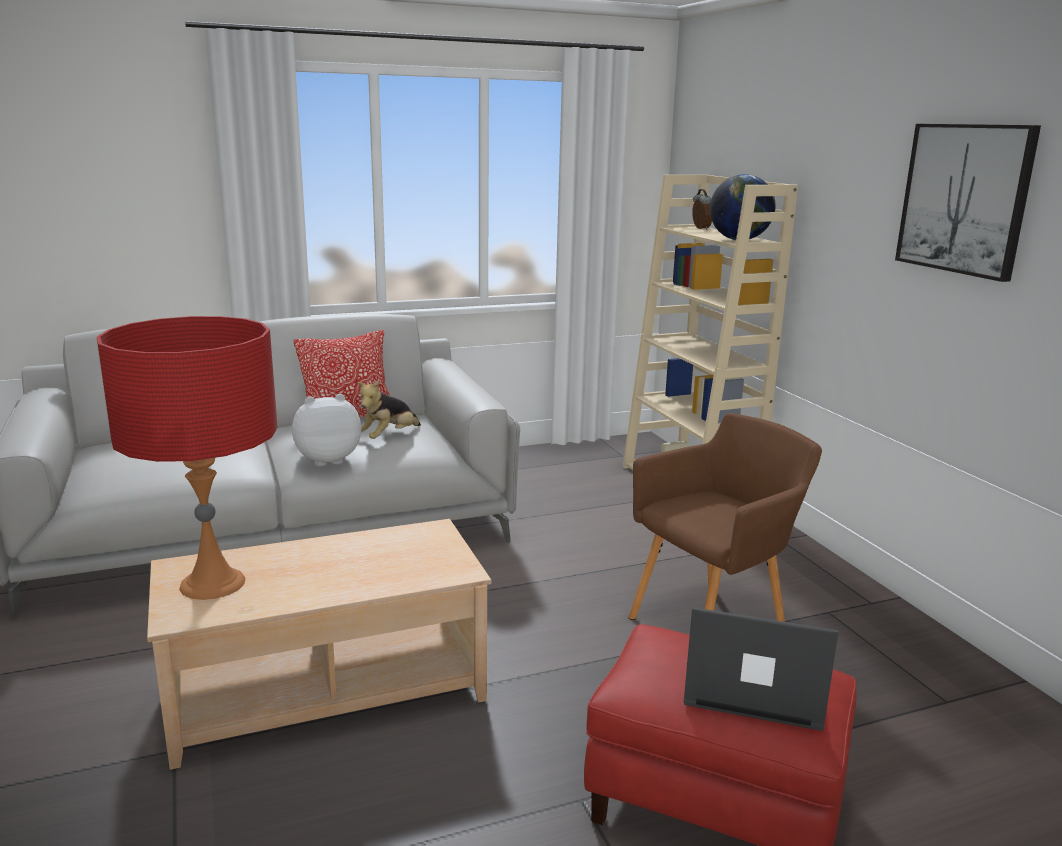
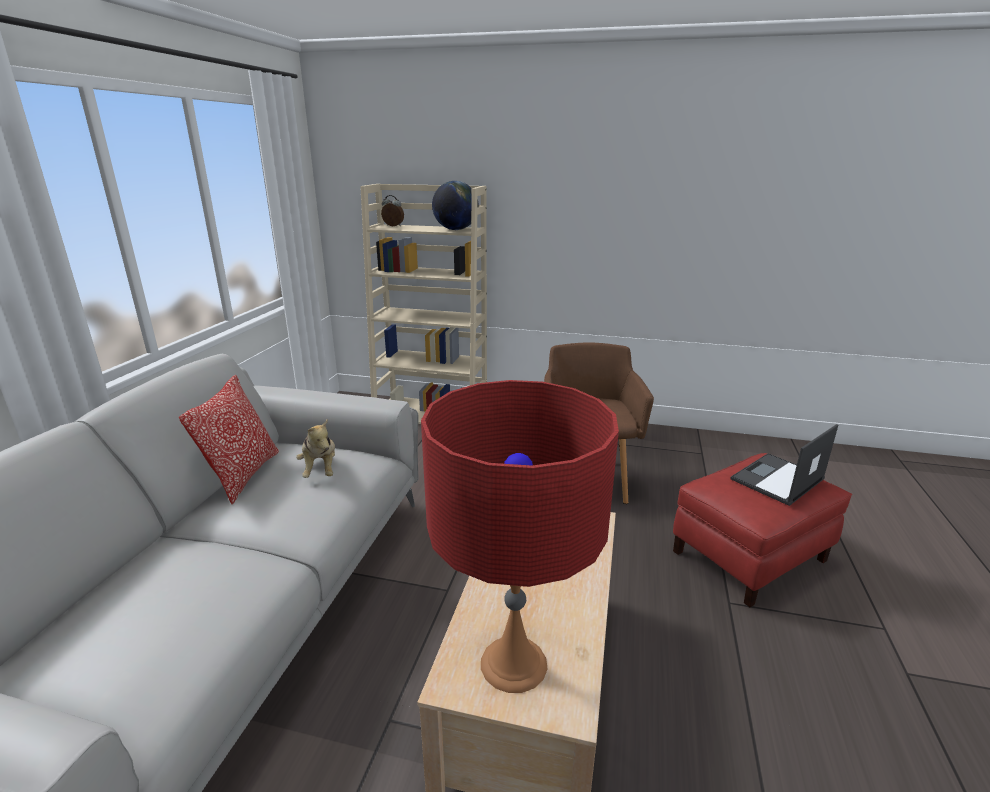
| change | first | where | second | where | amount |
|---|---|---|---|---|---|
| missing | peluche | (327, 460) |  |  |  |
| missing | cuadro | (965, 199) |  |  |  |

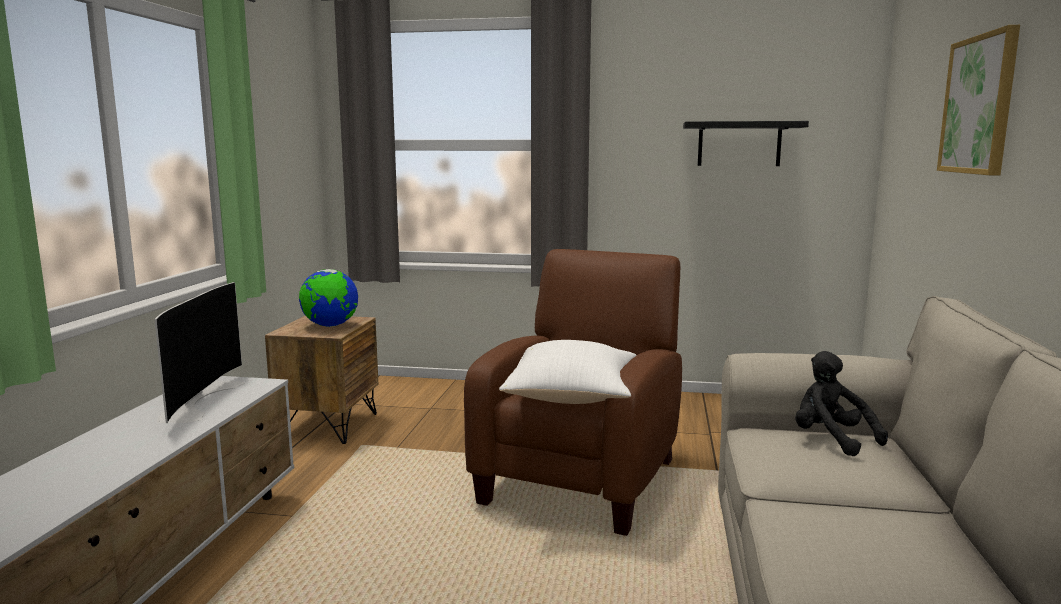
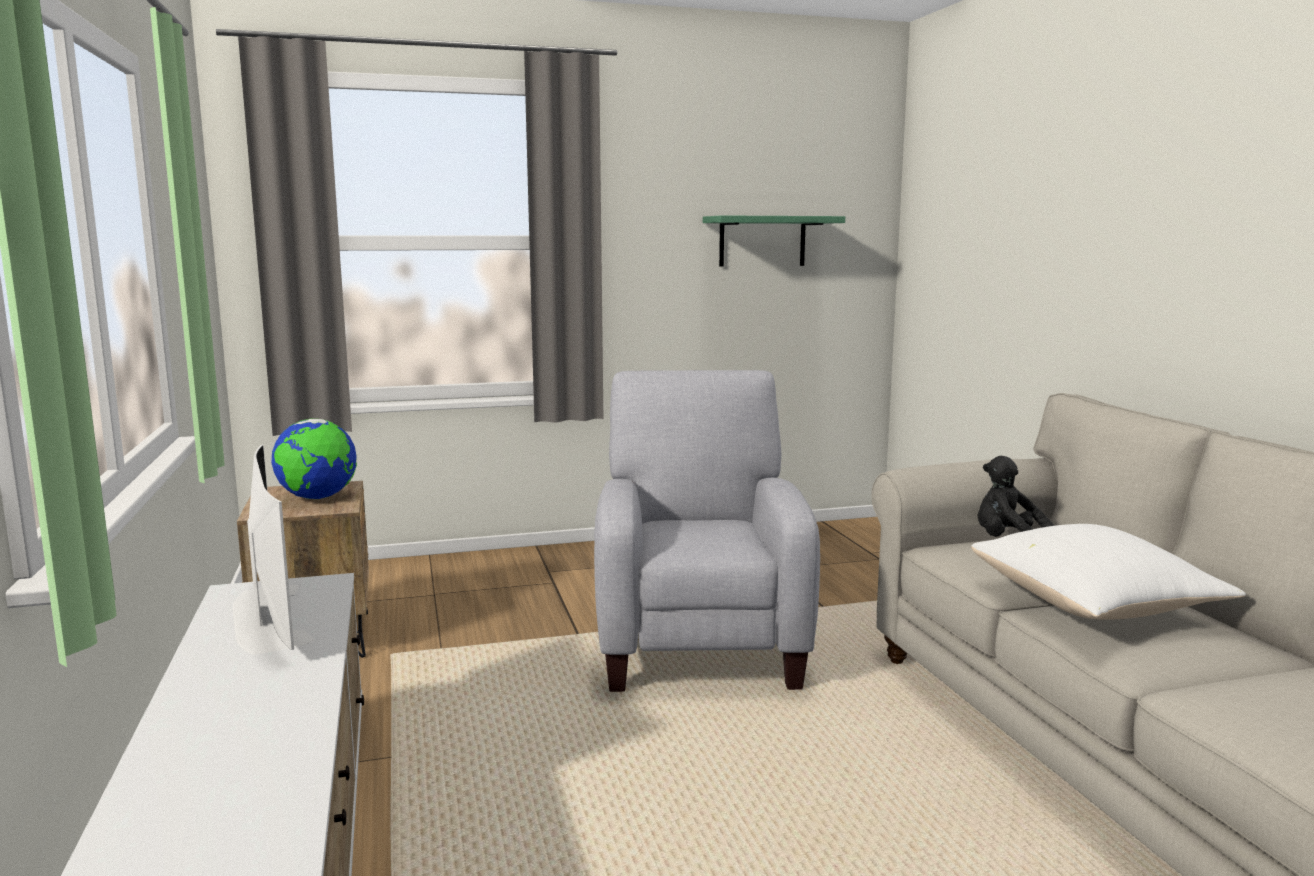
| change | first | where | second | where | amount |
|---|---|---|---|---|---|
| colour | sillón/marrón | (584, 477) | sillón/gris | (698, 639) |  |
| colour | estante/negro | (739, 144) | estante/verde | (762, 241) |  |
| relocated | cojín/blanco | (572, 398) |  | (1096, 608) |  |
| missing | cuadro | (979, 105) |  |  |  |

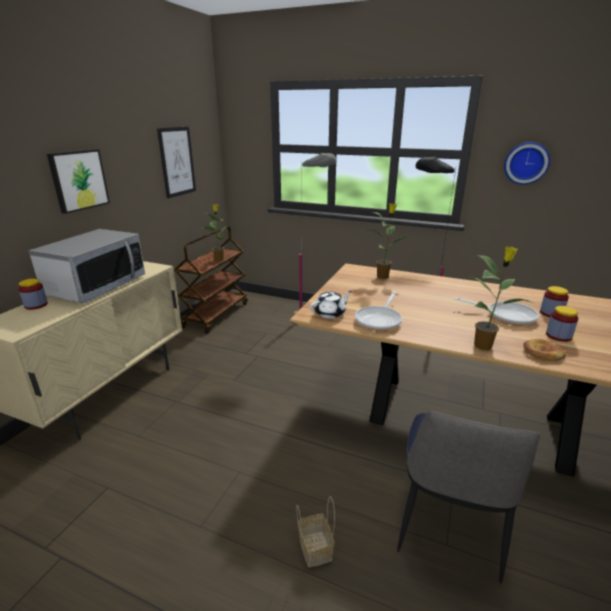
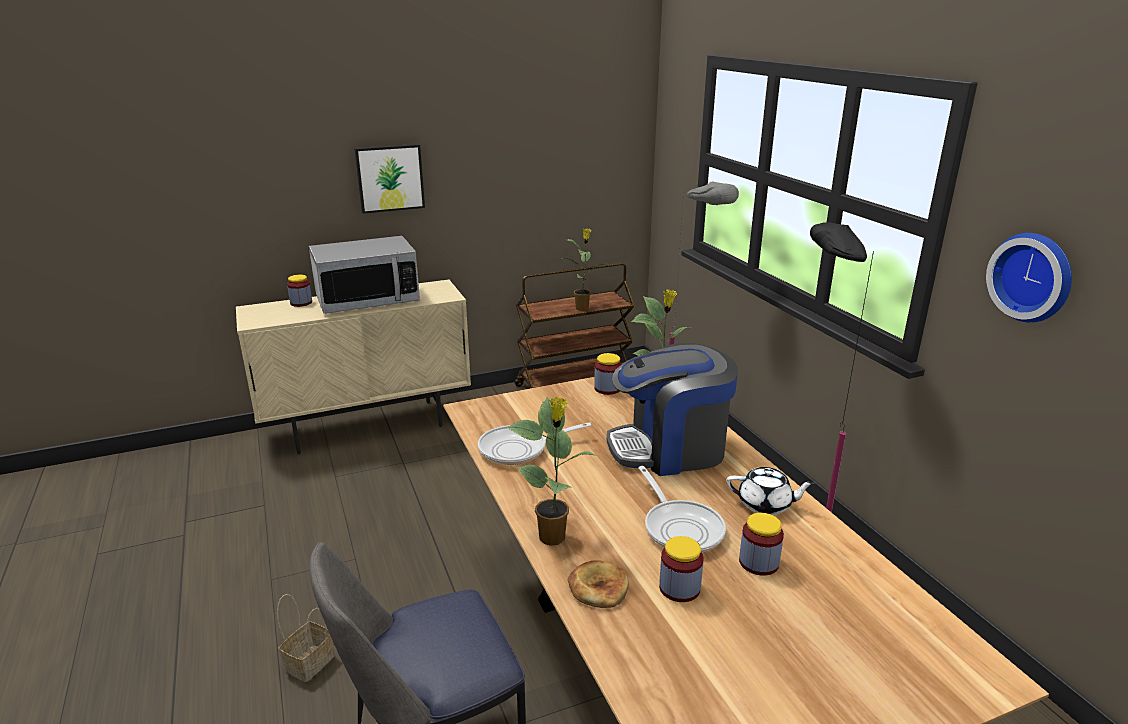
| change | first | where | second | where | amount |
|---|---|---|---|---|---|
| appeared |  |  | tarro | (607, 388) |  |
| appeared |  |  | cafetera | (669, 449) |  |
| relocated | tetera/blanco | (330, 313) |  | (765, 505) |  |
| missing | cuadro | (177, 162) |  |  |  |

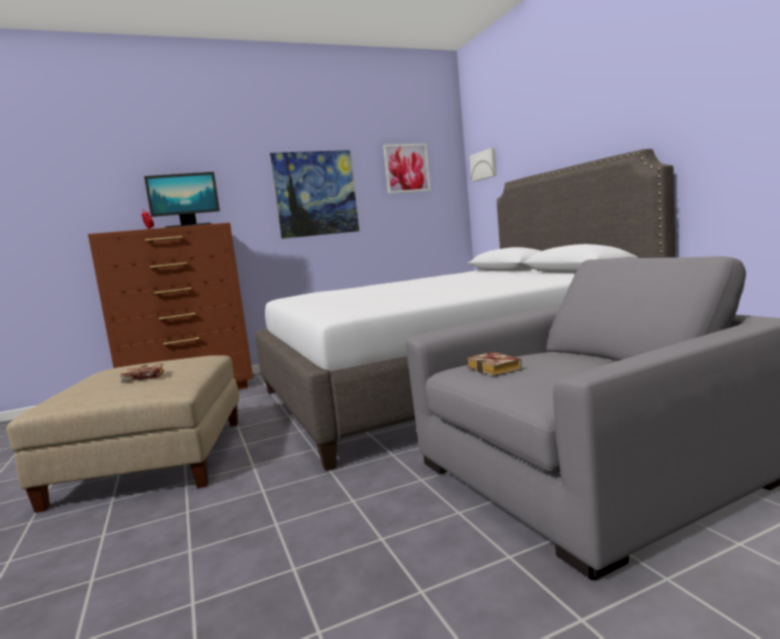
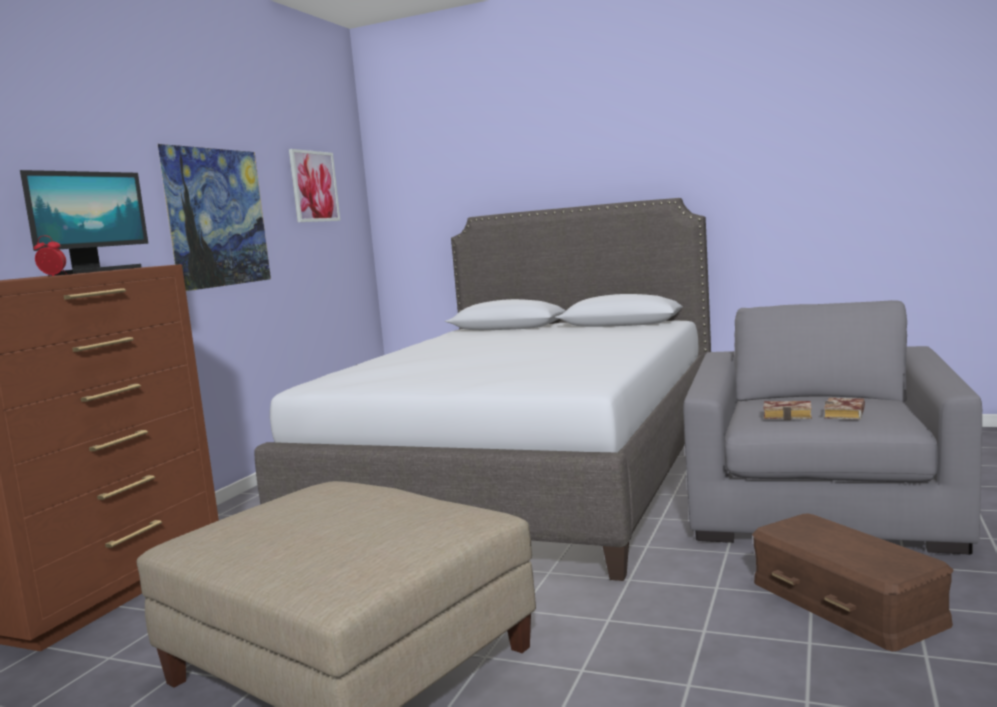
| change | first | where | second | where | amount |
|---|---|---|---|---|---|
| appeared |  |  | caja de almacenaje/marrón | (847, 602) |  |
| relocated | libro | (141, 378) |  | (846, 414) |  |
| missing | cuadro | (484, 165) |  |  |  |

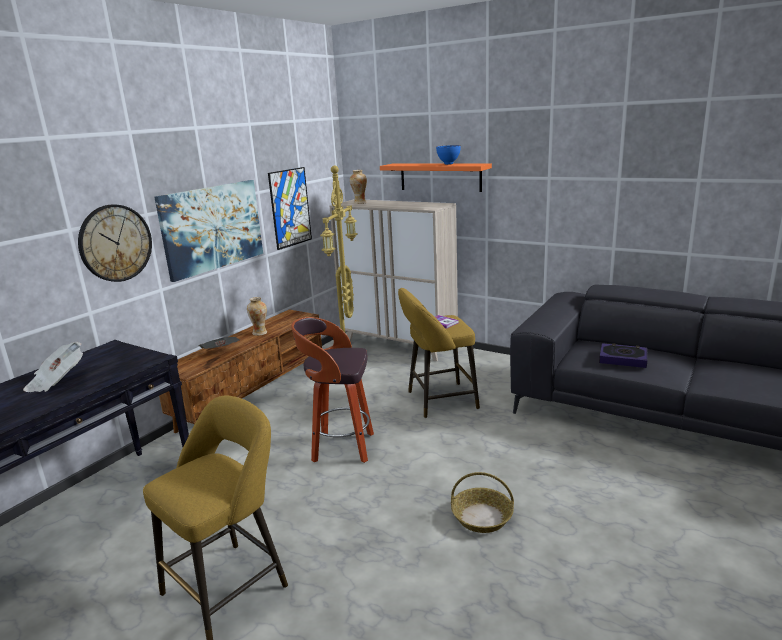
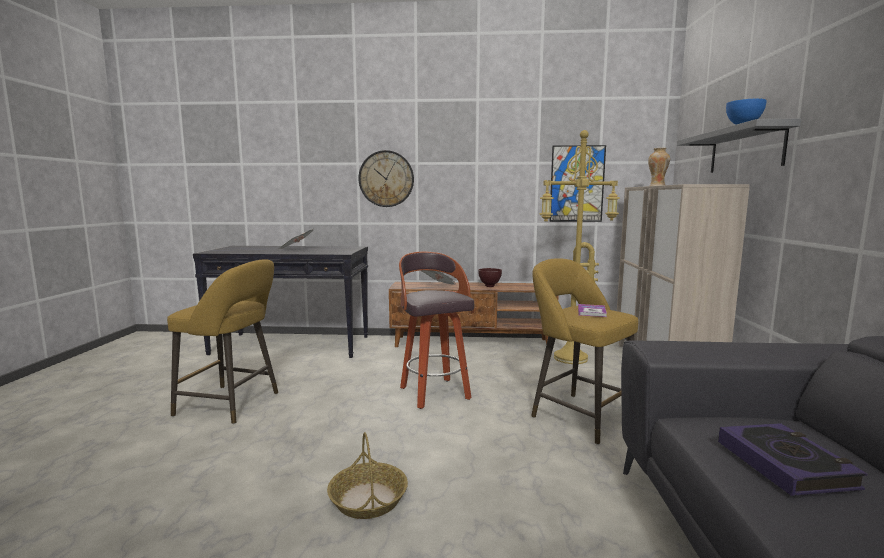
| change | first | where | second | where | amount |
|---|---|---|---|---|---|
| exchanged | florero | (260, 333) | cuenco/marrón | (490, 286) |  |
| colour | estante/naranja | (440, 177) | estante/gris | (745, 150) |  |
| missing | cuadro | (212, 227) |  |  |  |

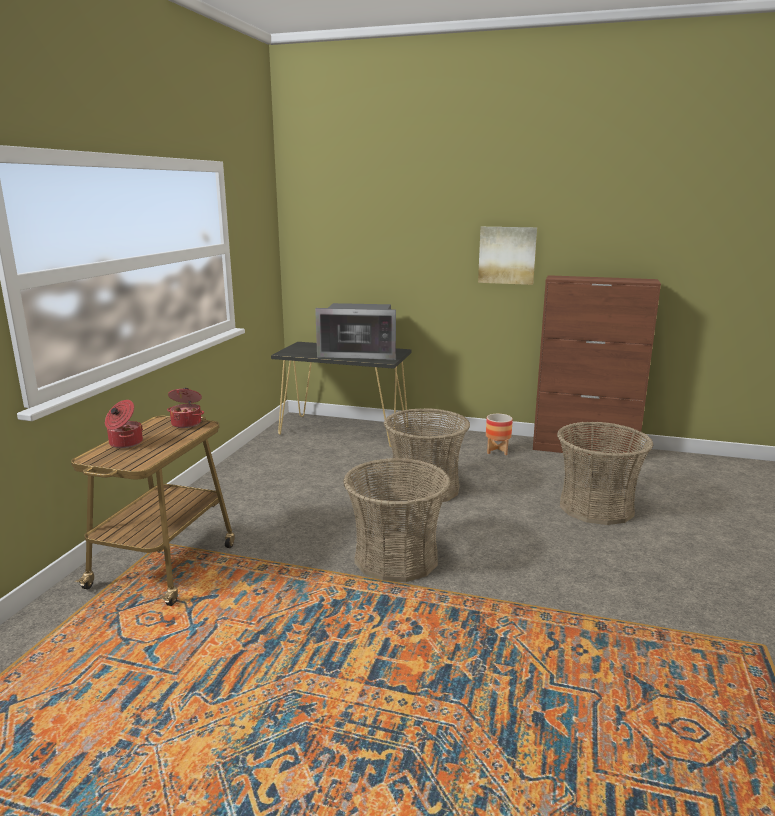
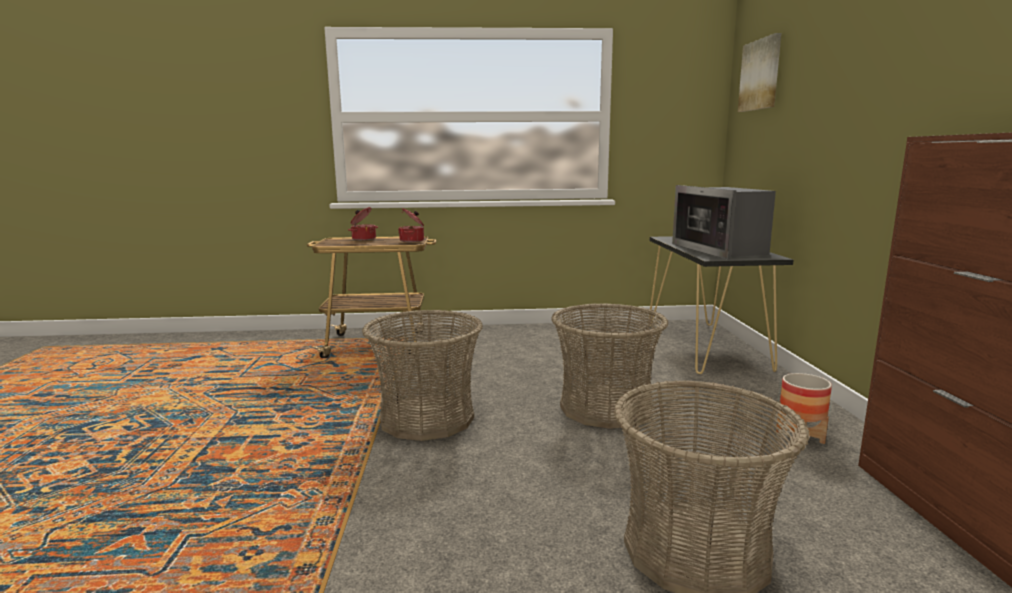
| change | first | where | second | where | amount |
|---|---|---|---|---|---|
| relocated | cuadro | (507, 255) |  | (761, 75) |  |

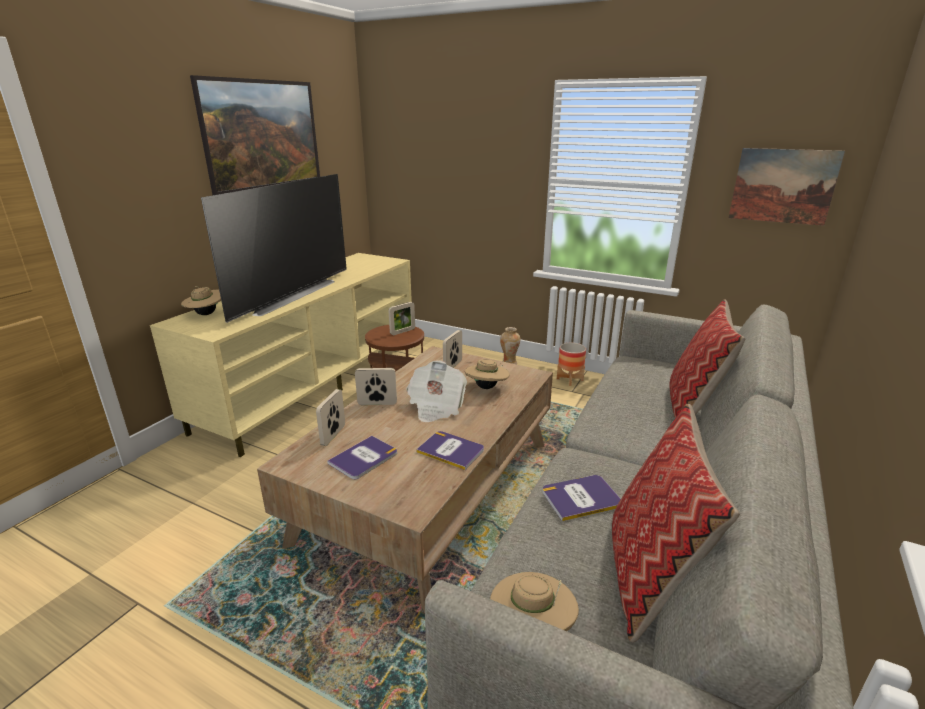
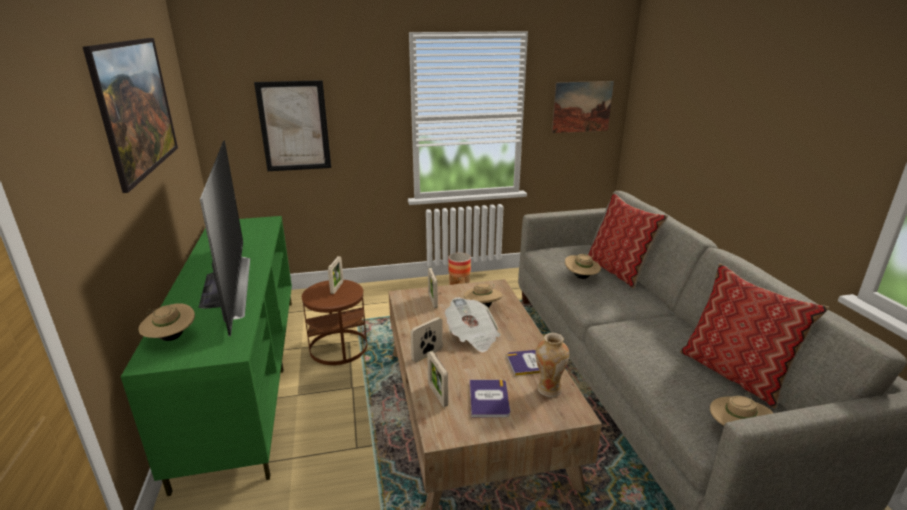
| change | first | where | second | where | amount |
|---|---|---|---|---|---|
| colour | mueble de televisión/beis | (316, 383) | mueble de televisión/verde | (244, 375) |  |
| appeared |  |  | cuadro | (294, 126) |  |
| relocated | florero | (509, 363) |  | (549, 389) |  |
| appeared |  |  | sombrero/beis | (581, 277) |  |
| missing | libro | (581, 498) |  |  |  |

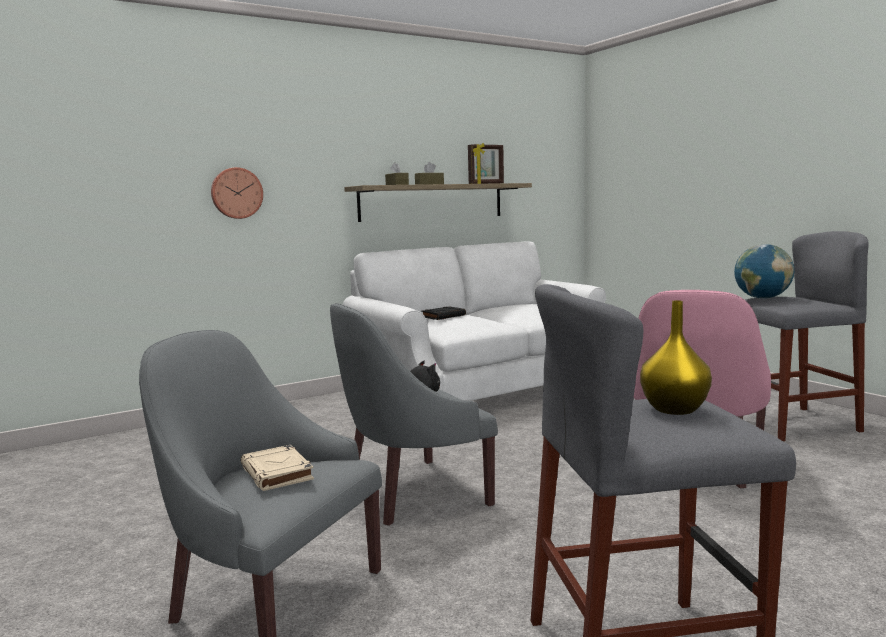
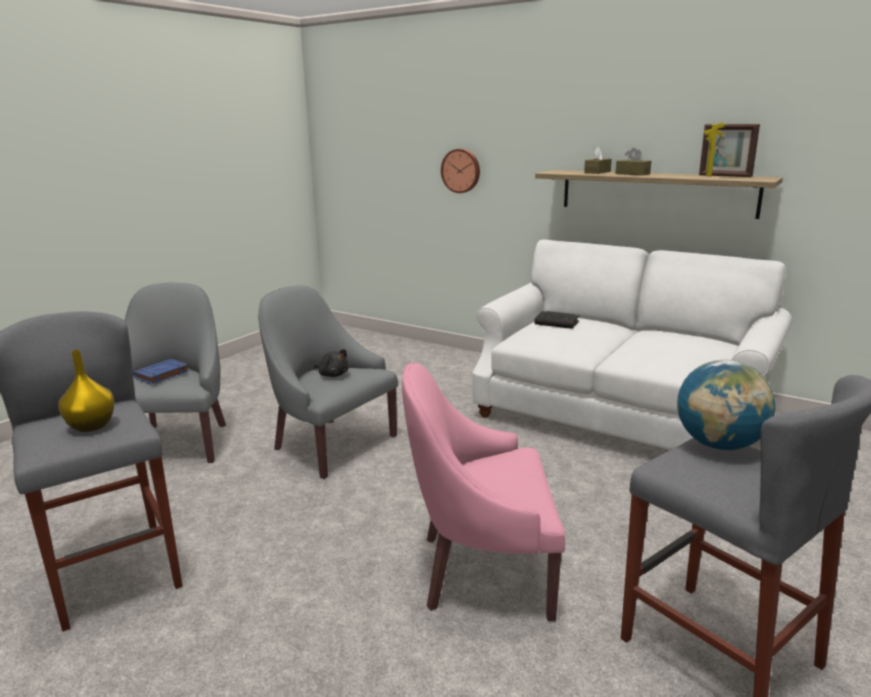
| change | first | where | second | where | amount |
|---|---|---|---|---|---|
| colour | libro/beis | (277, 473) | libro/azul | (161, 375) |  |

